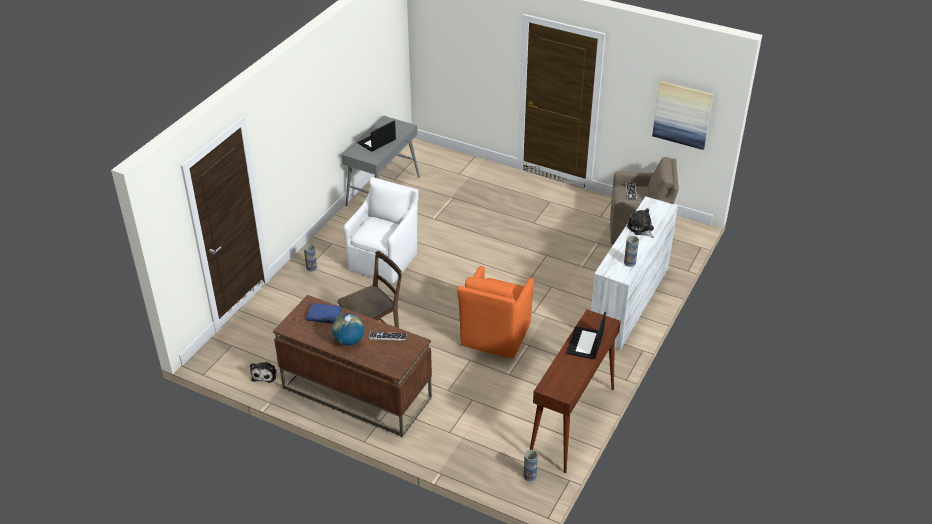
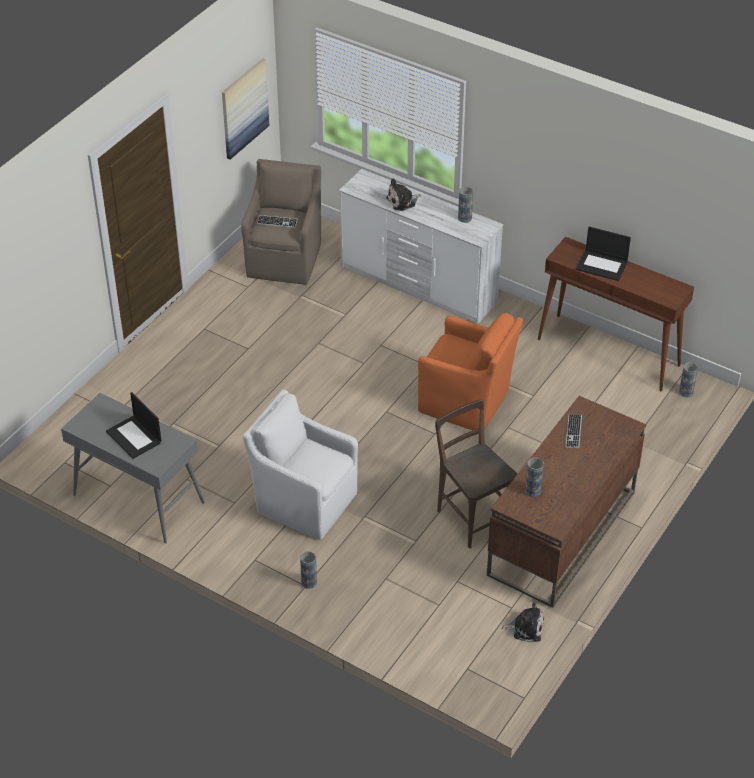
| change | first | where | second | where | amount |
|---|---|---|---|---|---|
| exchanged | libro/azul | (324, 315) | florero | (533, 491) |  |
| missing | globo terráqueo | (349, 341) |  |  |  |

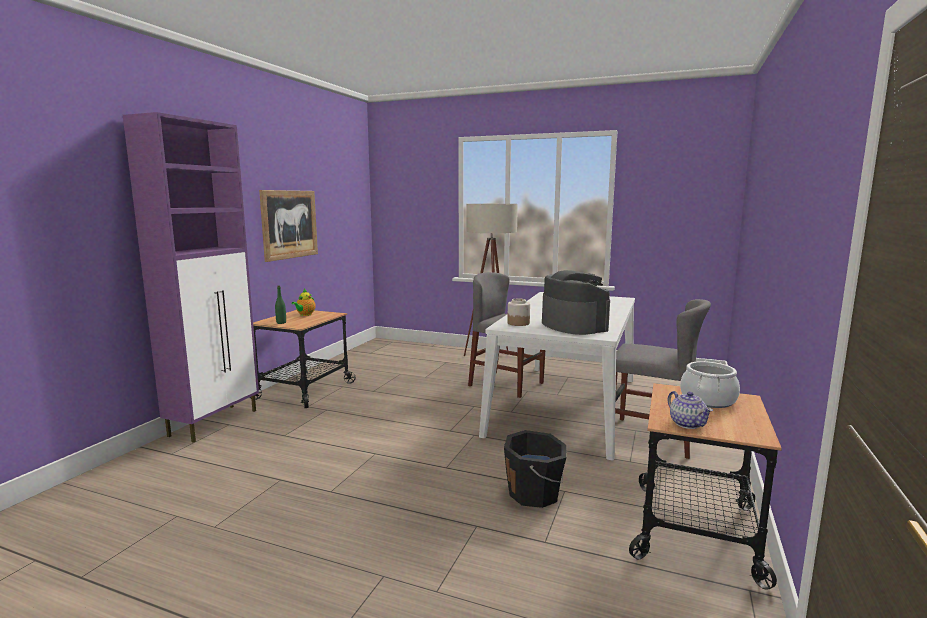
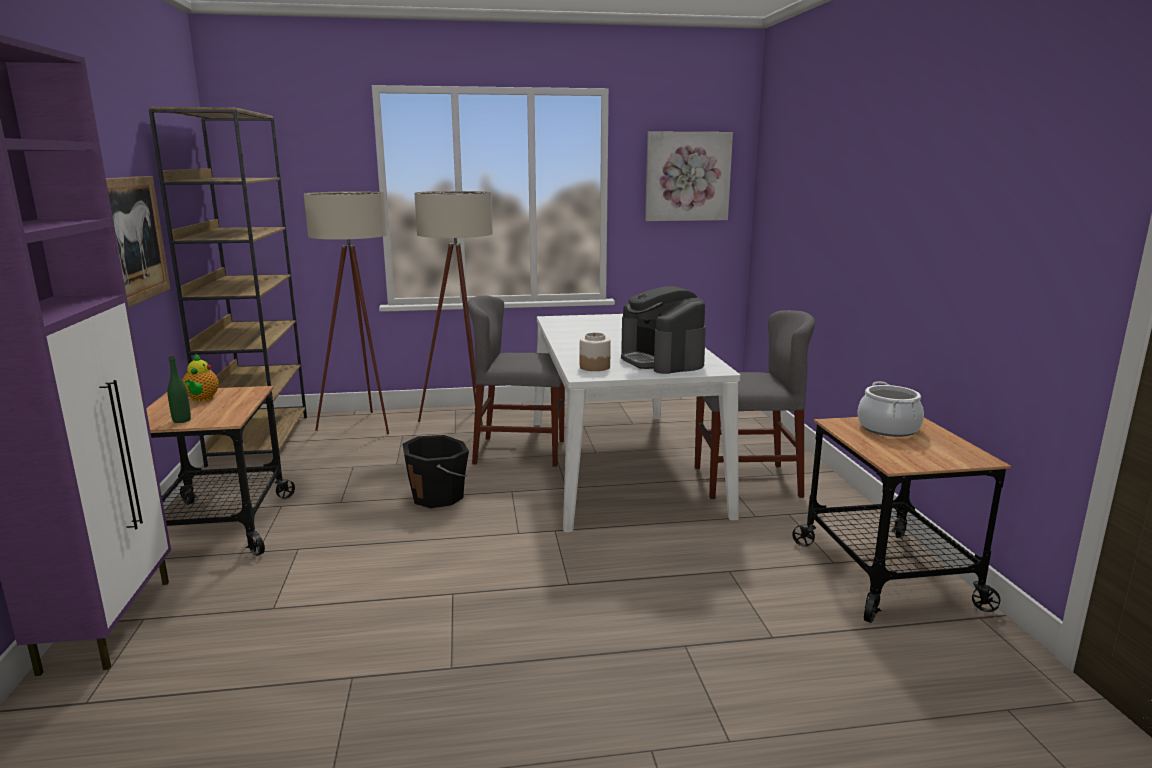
| change | first | where | second | where | amount |
|---|---|---|---|---|---|
| appeared |  |  | estantería/marrón | (259, 439) |  |
| appeared |  |  | lámpara de pie/beis | (364, 427) |  |
| relocated | cubo/negro | (535, 493) |  | (439, 496) |  |
| spun | cafetera | (573, 325) |  | (662, 360) | 150 degrees counterclockwise |
| appeared |  |  | cuadro | (687, 176) |  |
| missing | tetera | (687, 424) |  |  |  |

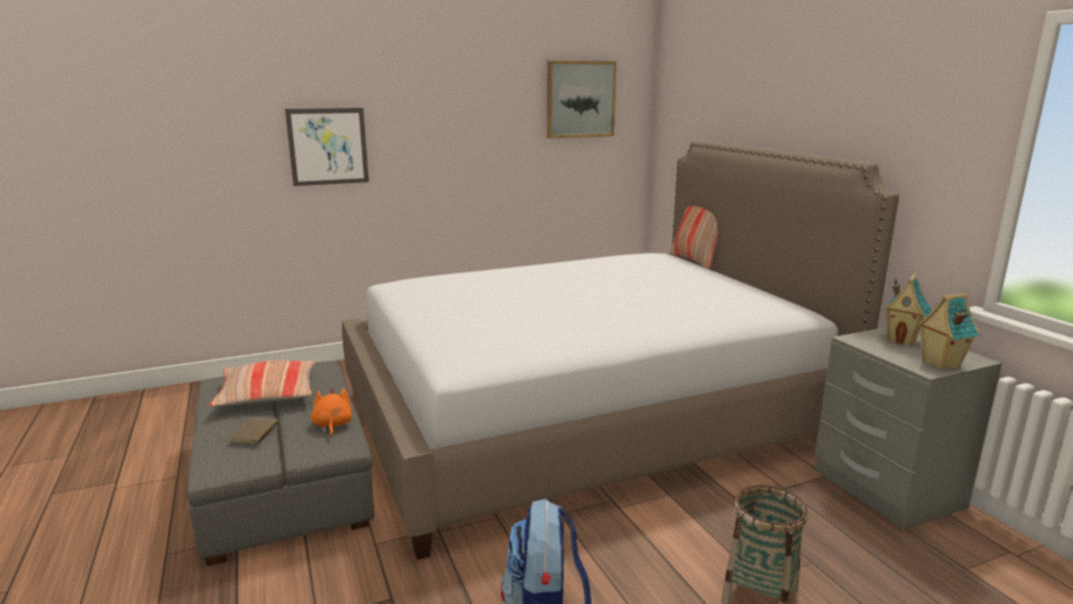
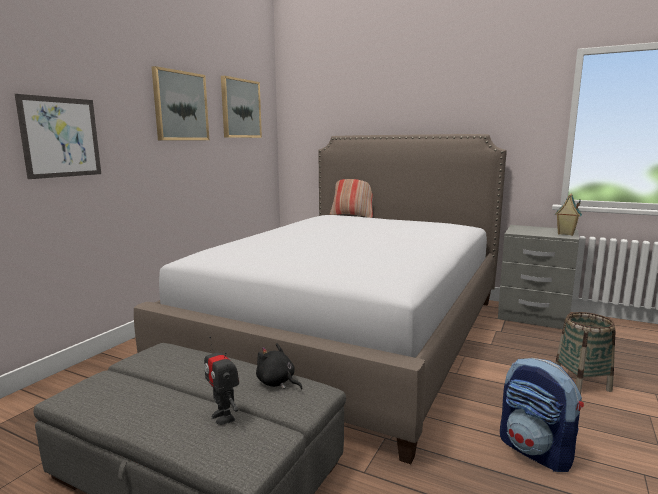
| change | first | where | second | where | amount |
|---|---|---|---|---|---|
| appeared |  |  | cuadro | (180, 106) |  |
| exchanged | libro/marrón | (256, 434) | robot de juguete | (224, 416) |  |
| colour | peluche/naranja | (332, 425) | peluche/negro | (277, 382) |  |
| missing | cojín | (267, 394) |  |  |  |
| missing | casita | (902, 340) |  |  |  |

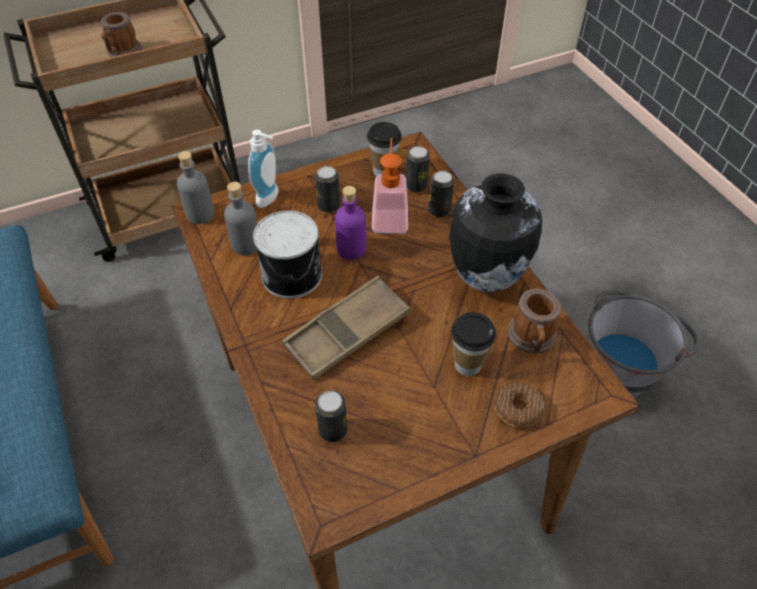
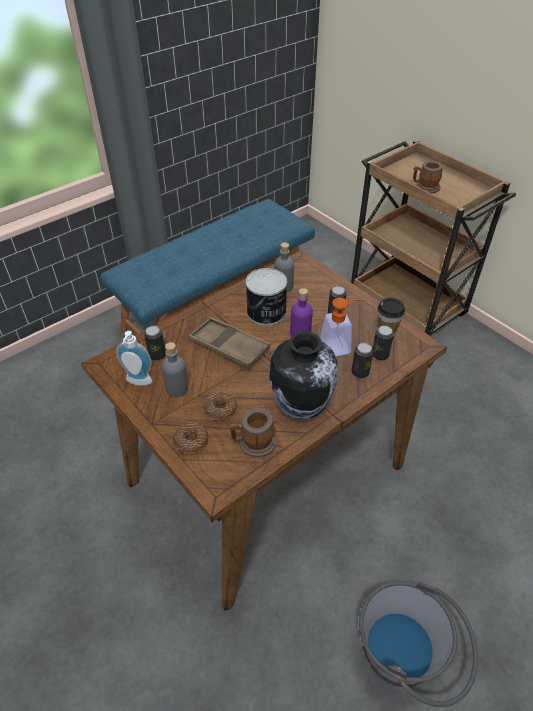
| change | first | where | second | where | amount |
|---|---|---|---|---|---|
| relocated | dispensador de jabón | (271, 198) |  | (138, 383) |  |
| relocated | botella/gris | (200, 214) |  | (177, 388) |  |
| exchanged | taza | (467, 364) | rosquilla | (220, 409) |  |

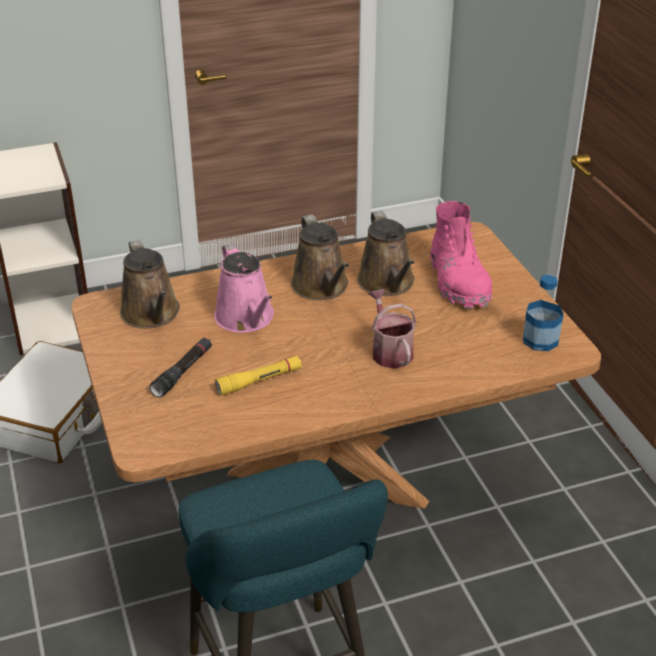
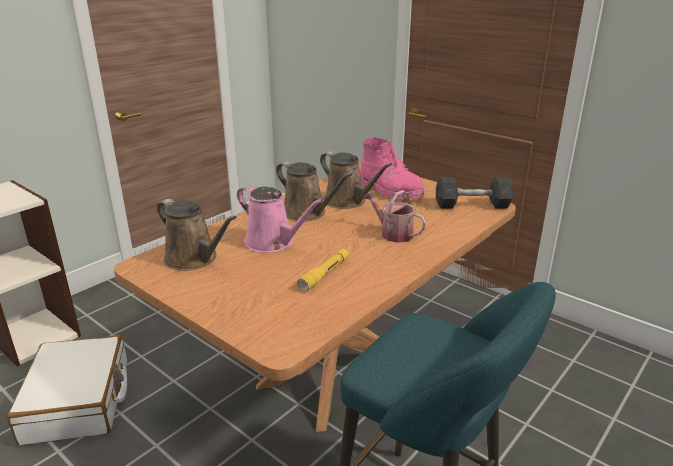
| change | first | where | second | where | amount |
|---|---|---|---|---|---|
| exchanged | botella | (540, 340) | mancuerna/gris | (472, 205) |  |
| missing | linterna/negro | (183, 372) |  |  |  |

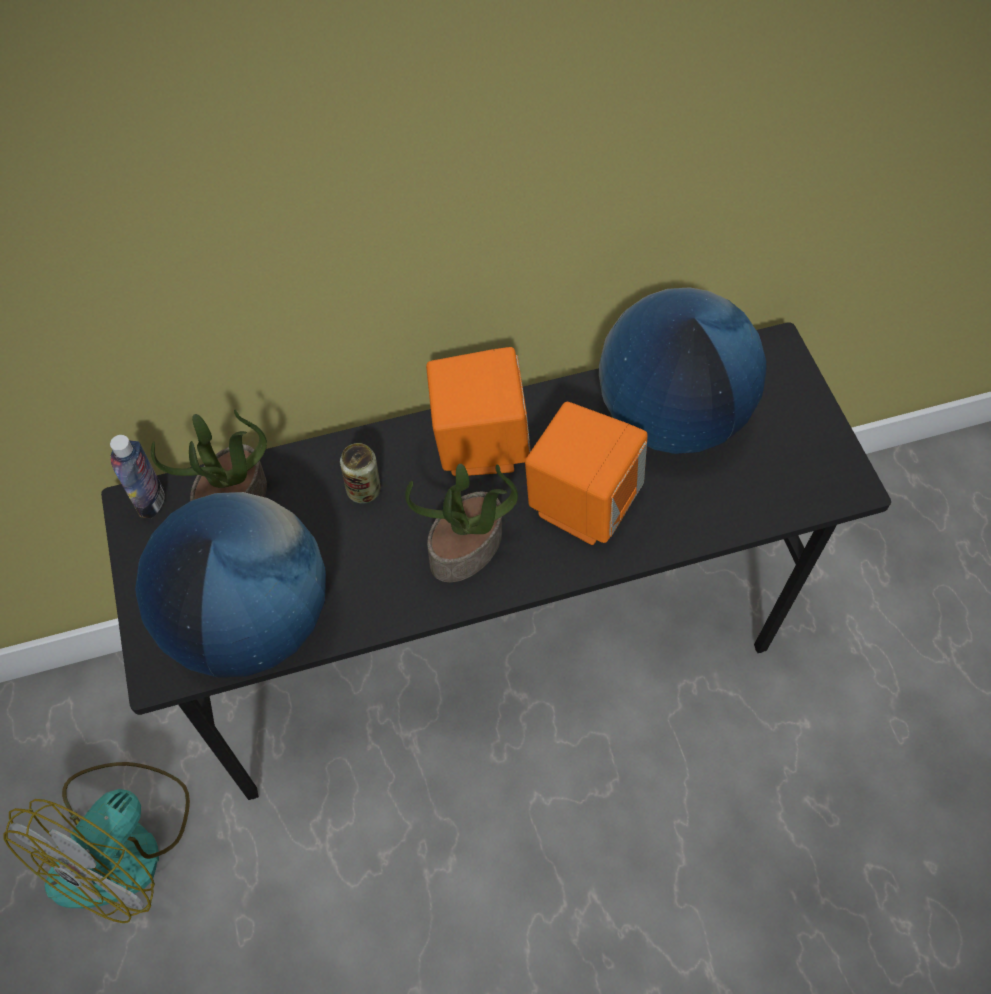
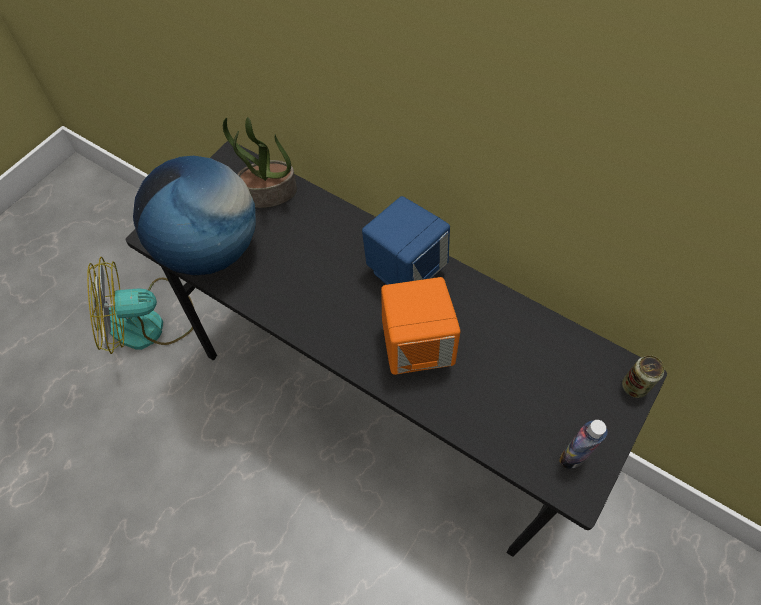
| change | first | where | second | where | amount |
|---|---|---|---|---|---|
| colour | altavoz/naranja | (478, 445) | altavoz/azul | (404, 270) |  |
| relocated | botella | (151, 501) |  | (573, 456) |  |
| relocated | lata | (363, 490) |  | (634, 386) |  |
| missing | planta en maceta | (466, 549) |  |  |  |
| missing | globo terráqueo | (670, 418) |  |  |  |

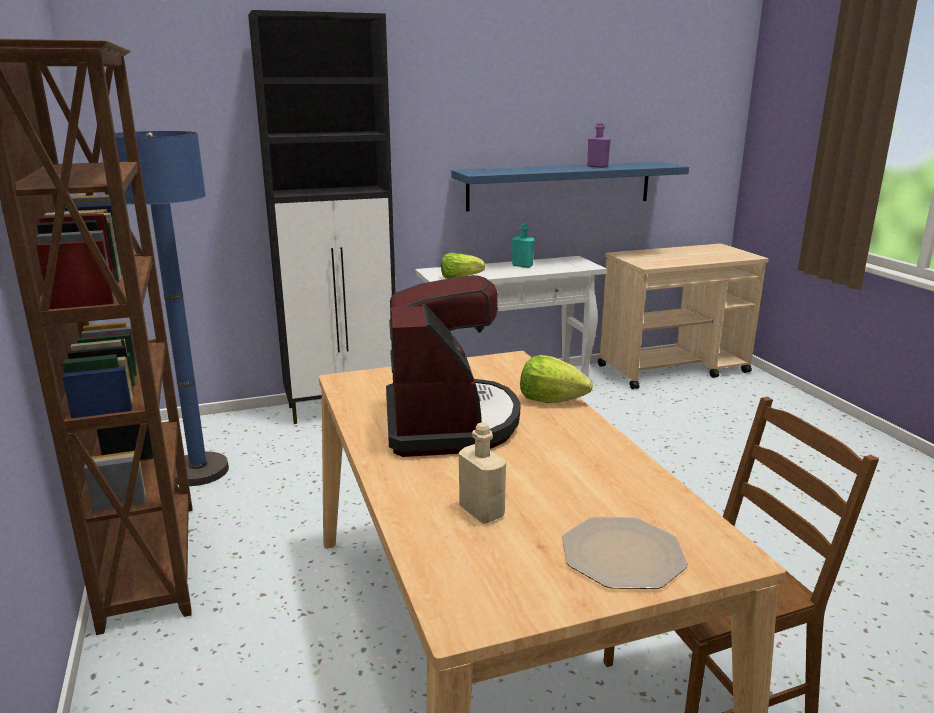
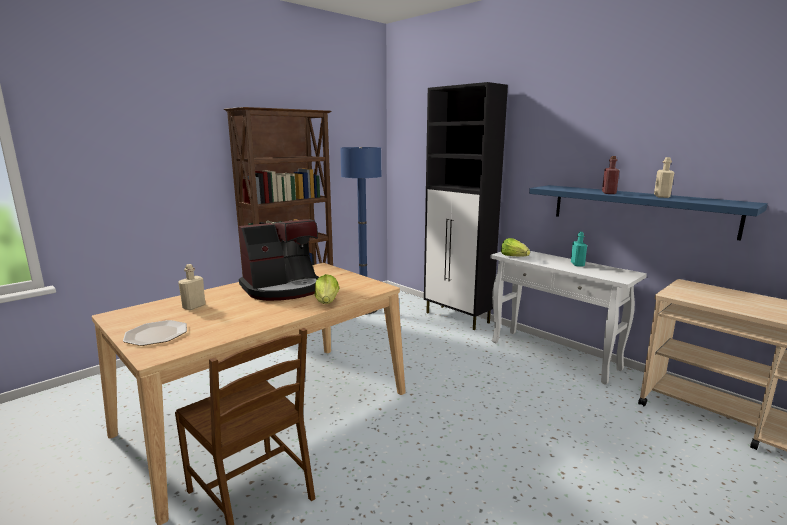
| change | first | where | second | where | amount |
|---|---|---|---|---|---|
| appeared |  |  | botella/rojo | (608, 193) |  |
| colour | botella/morado | (597, 166) | botella/beis | (661, 196) |  |

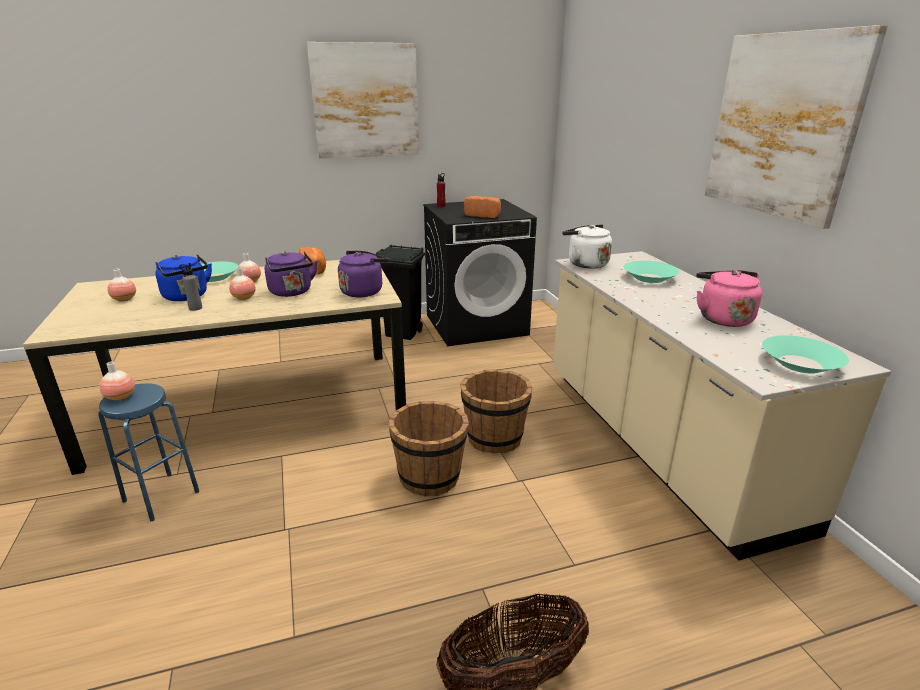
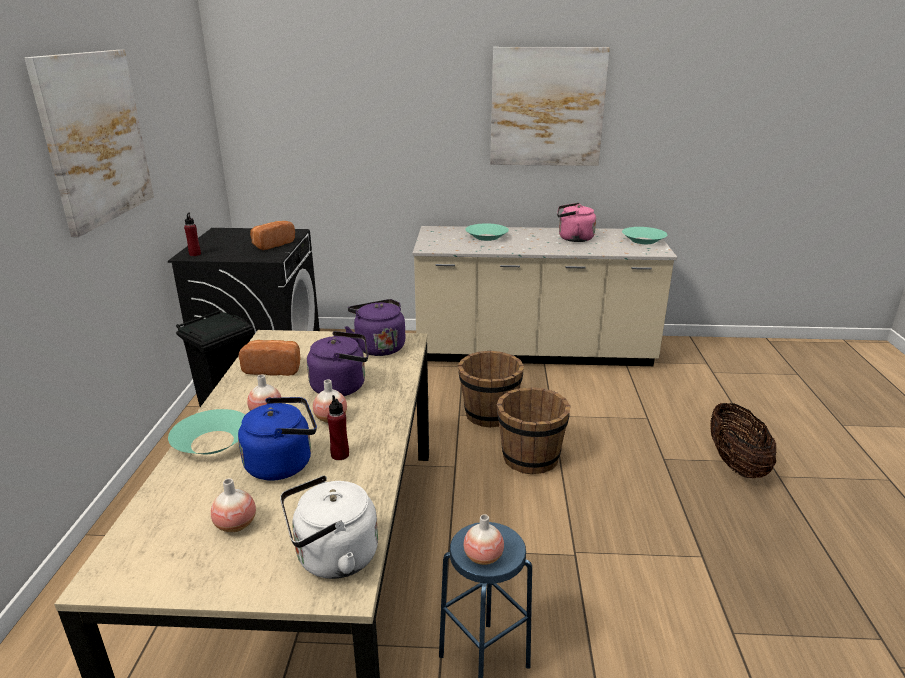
| change | first | where | second | where | amount |
|---|---|---|---|---|---|
| relocated | hervidor/blanco | (585, 264) |  | (332, 558) |  |
| colour | botella/gris | (195, 308) | botella/rojo | (340, 455) |  |

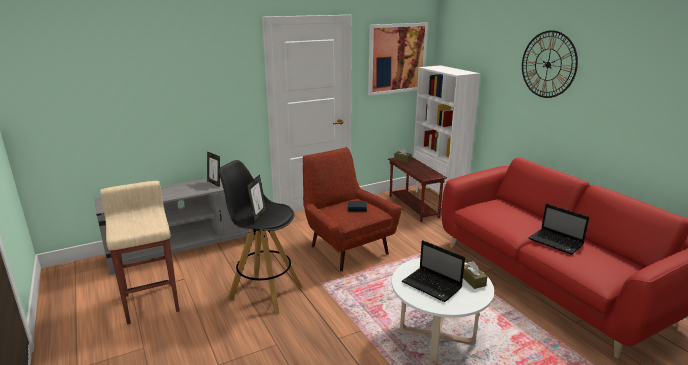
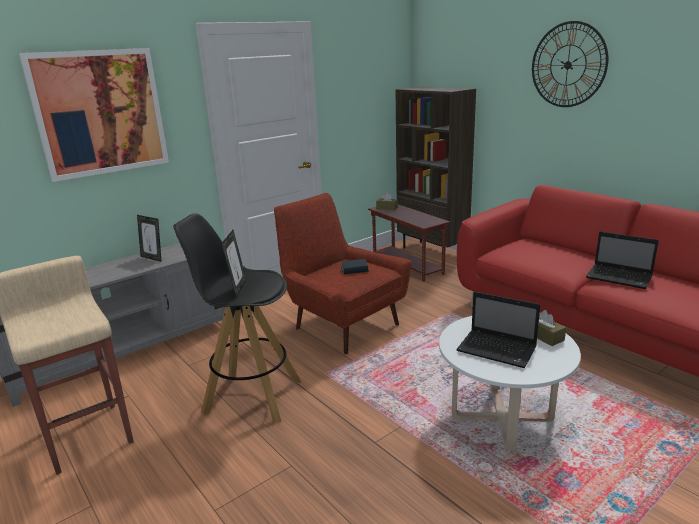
| change | first | where | second | where | amount |
|---|---|---|---|---|---|
| relocated | cuadro | (397, 58) |  | (100, 113) |  |
| colour | estantería/blanco | (438, 197) | estantería/marrón | (432, 251) |  |

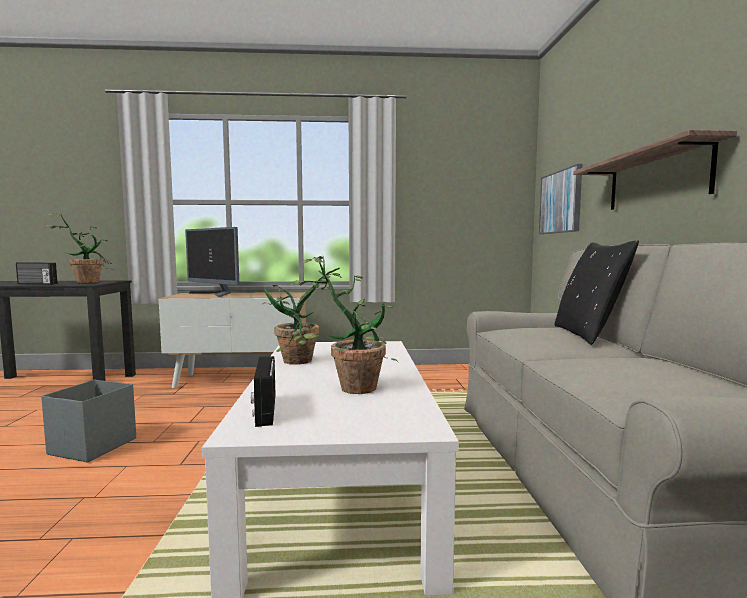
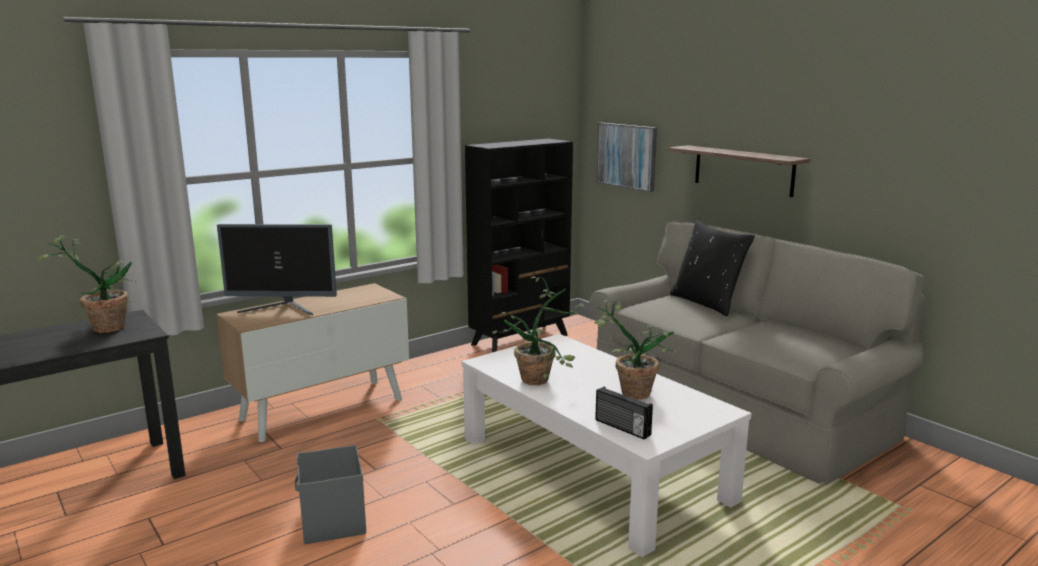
| change | first | where | second | where | amount |
|---|---|---|---|---|---|
| appeared |  |  | estantería/negro | (521, 339) |  |
| missing | radio | (36, 284) |  |  |  |

